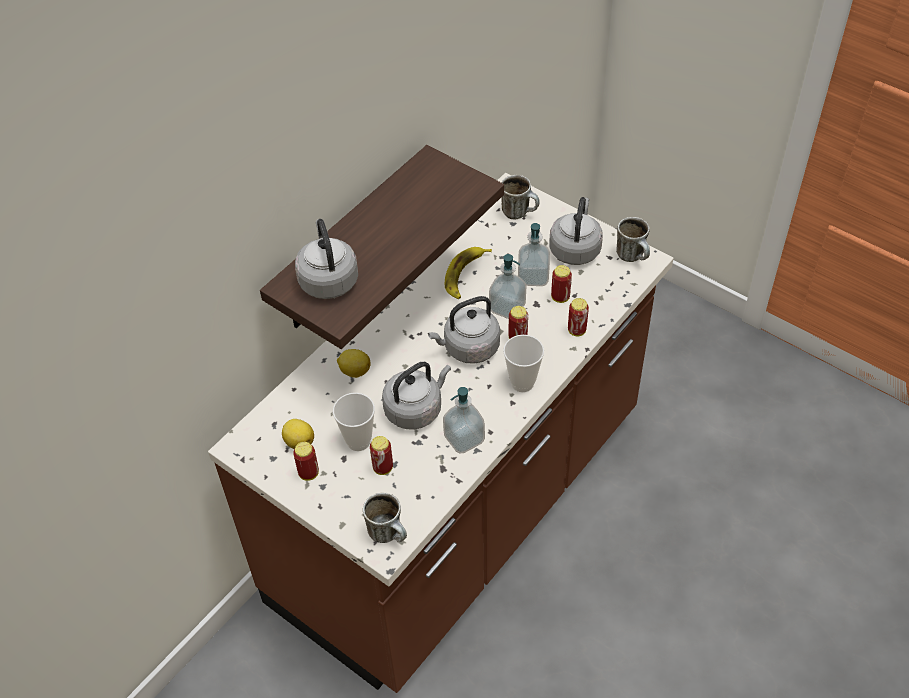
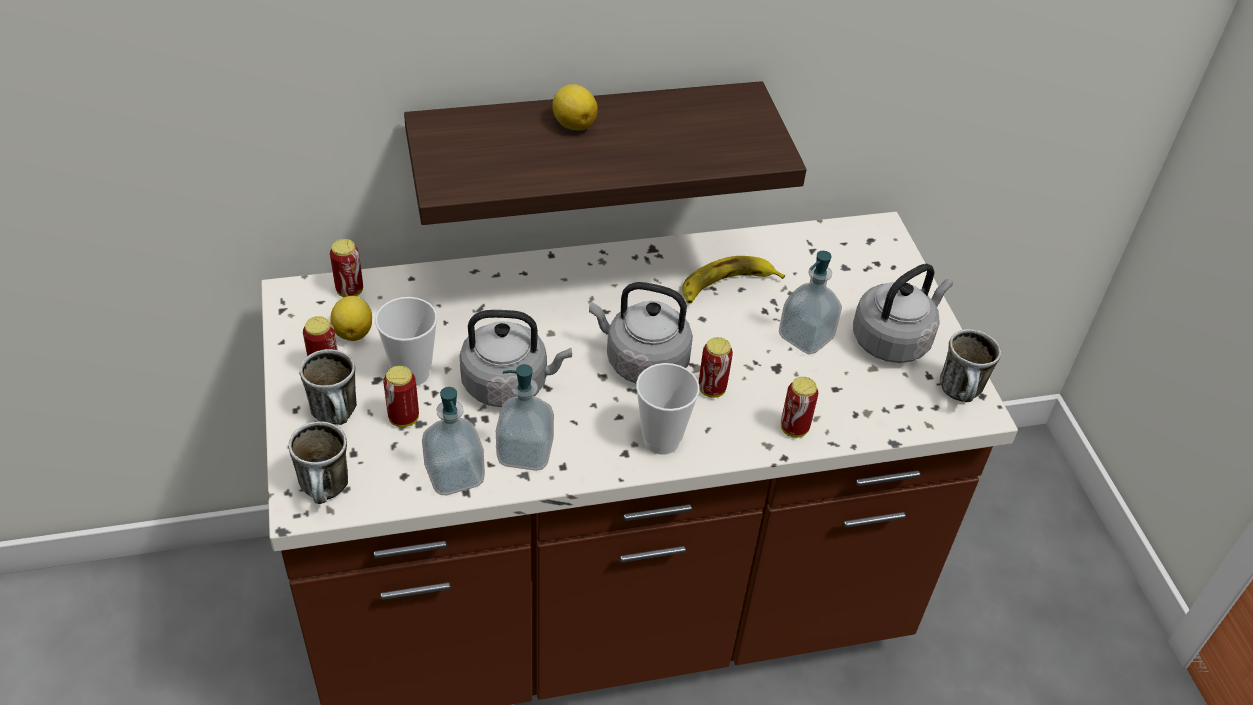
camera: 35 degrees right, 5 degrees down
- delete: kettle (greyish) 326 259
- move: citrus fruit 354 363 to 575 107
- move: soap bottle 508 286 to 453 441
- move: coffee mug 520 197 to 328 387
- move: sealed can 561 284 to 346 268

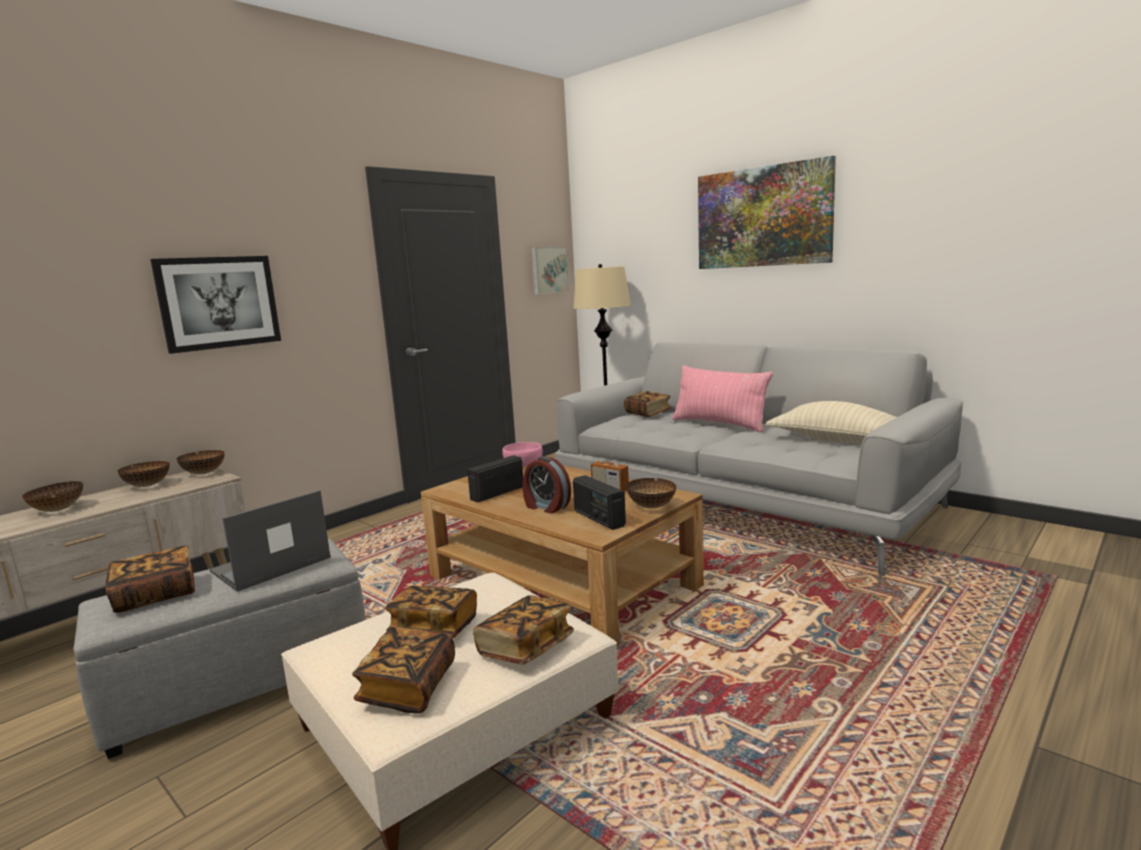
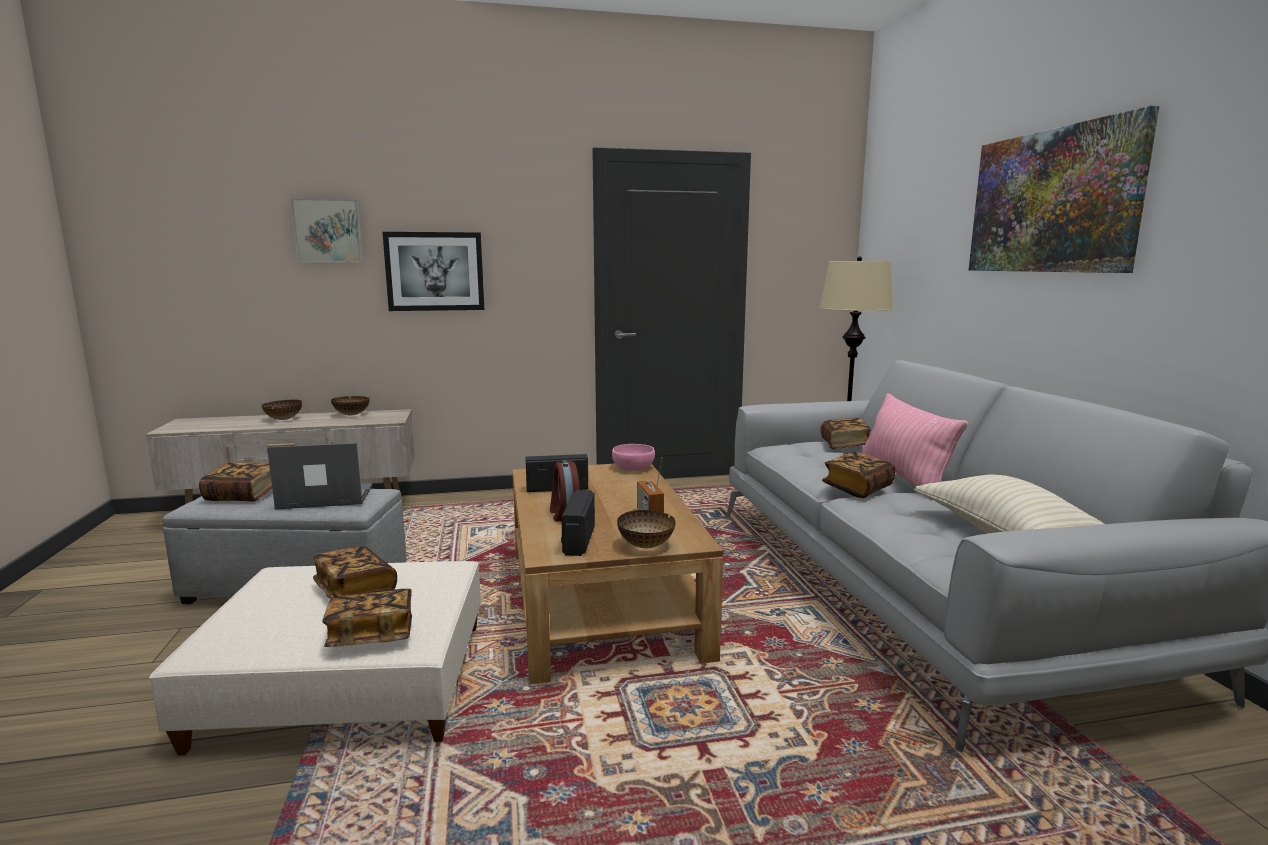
camera: 35 degrees right, 0 degrees up
- delete: bowl 200 462
- move: book 403 670 to 858 475
- move: wall picture 550 271 to 327 230

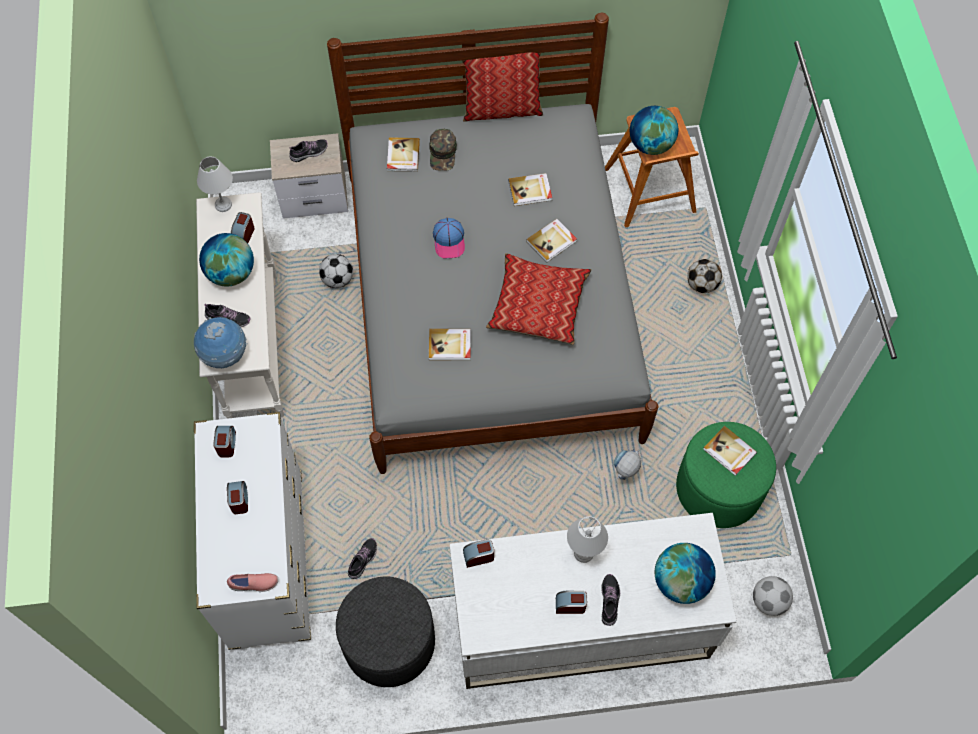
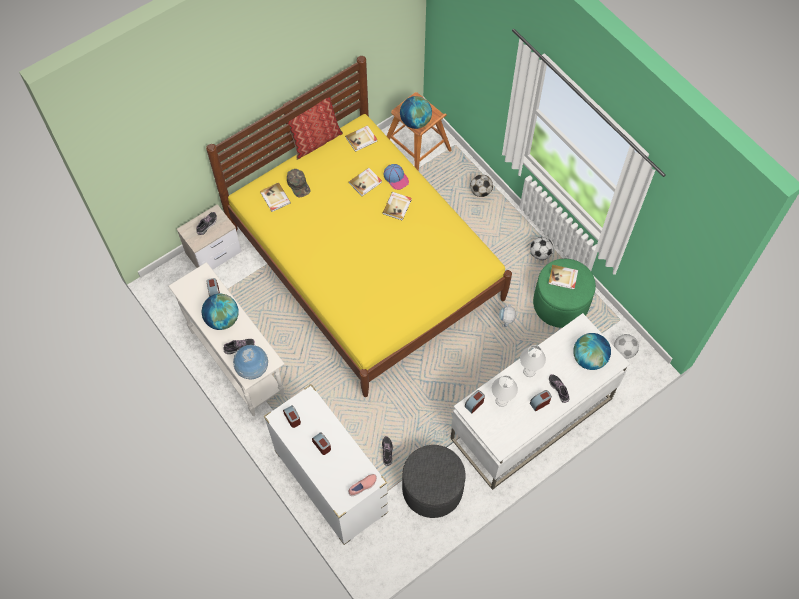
camera: 30 degrees left, 0 degrees up
- move: table lamp (whitish) 215 184 to 505 391
- move: football ball 336 271 to 542 248
- recolor: bedroom bed (greyish) 492 243 to bedroom bed (yellow) 359 226
- move: book 450 344 to 361 138
- move: cap 449 238 to 396 177
- delete: throw pillow 539 299

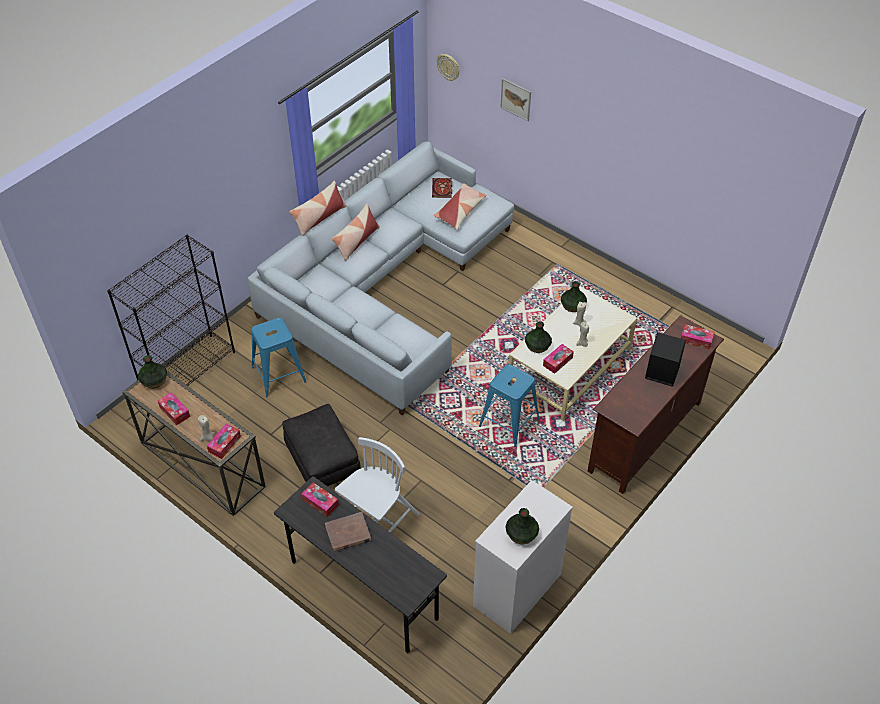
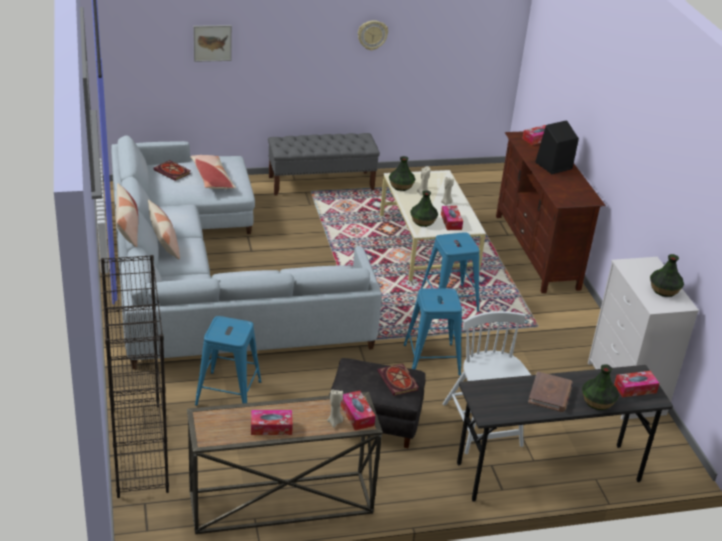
camera: 55 degrees left, 15 degrees down
- move: decorative vase 152 371 to 600 387
- move: tissue holder 320 499 to 637 384
- move: clock on the wall 448 67 to 373 35
- insert: bench (greyish) 324 164
- insert: book 398 380
- insert: sitting stool (blue-coloured) 432 332

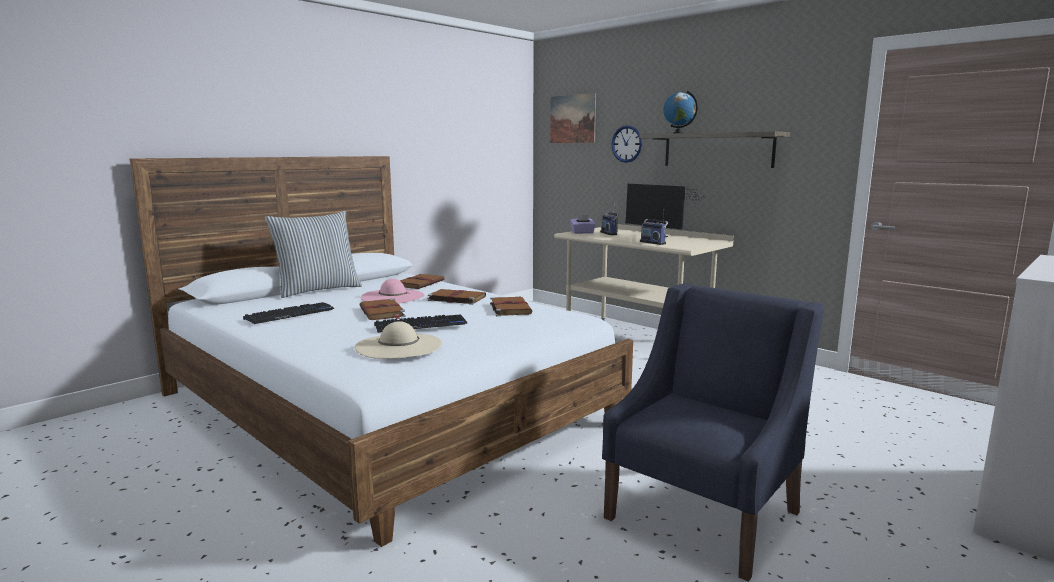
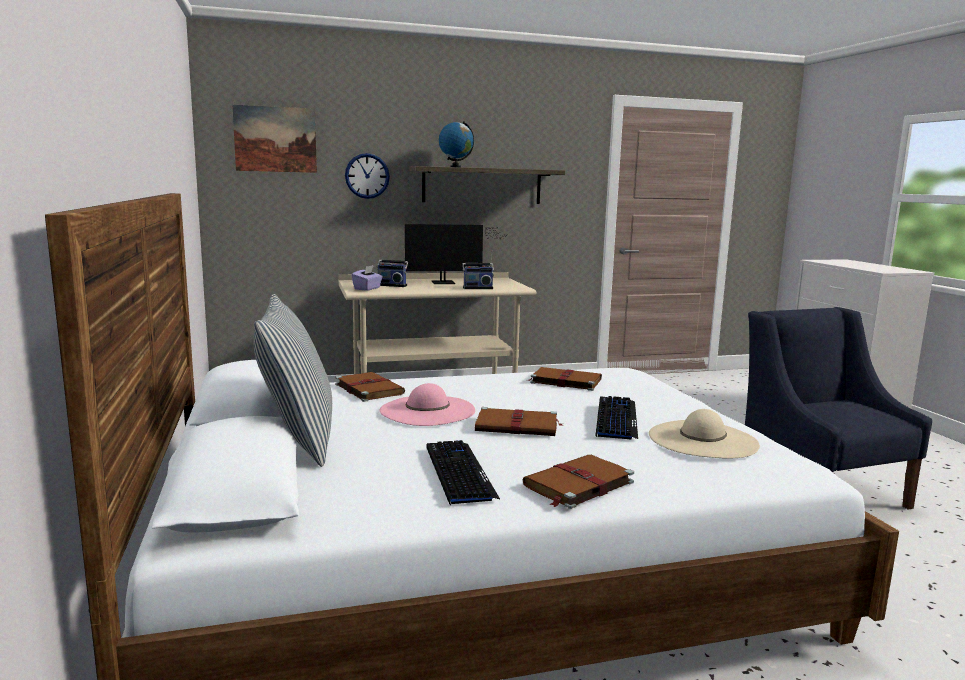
camera: 60 degrees left, 0 degrees up
- move: book (brownish) 457 297 to 578 482

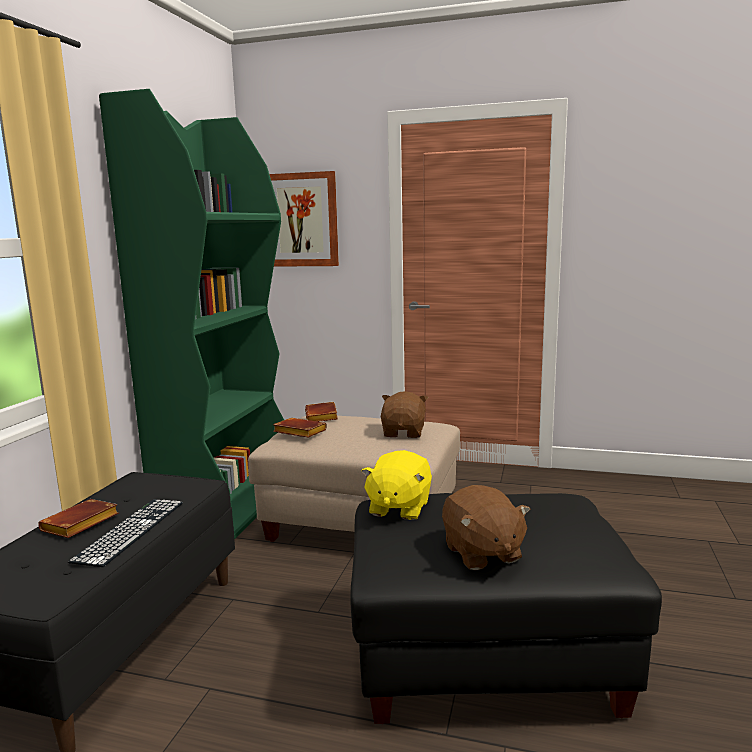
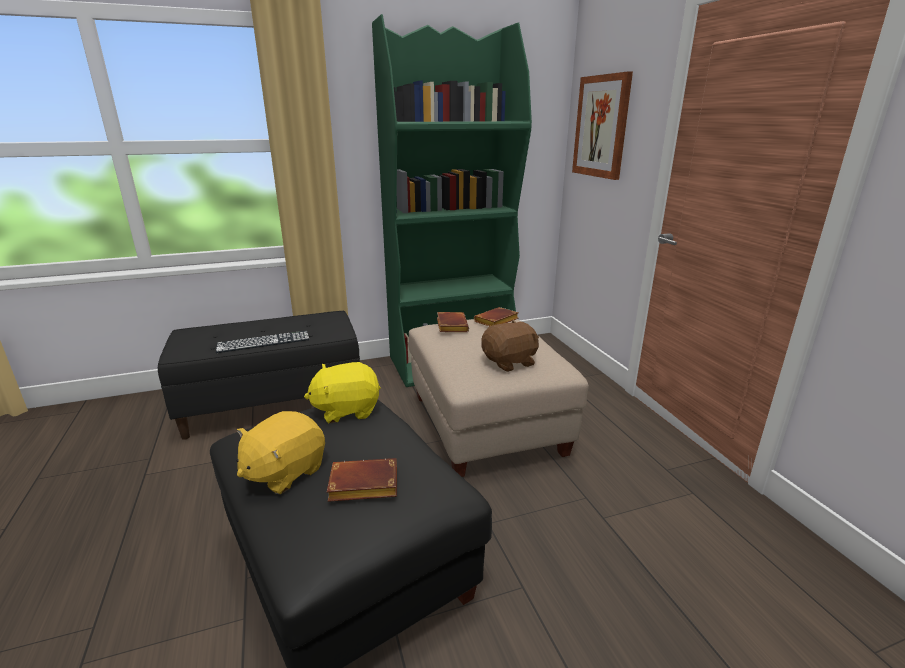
camera: 55 degrees right, 10 degrees up
- move: book (brownish) 78 518 to 362 480
- recolor: plush toy (brownish) 486 527 to plush toy (yellow) 280 452

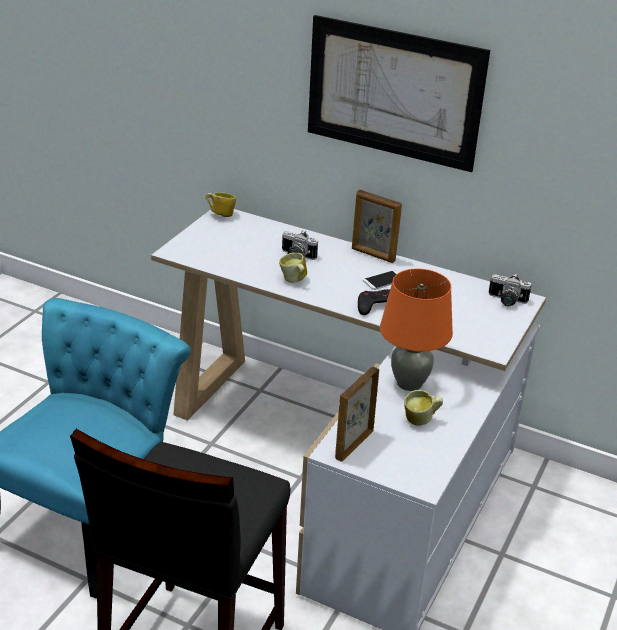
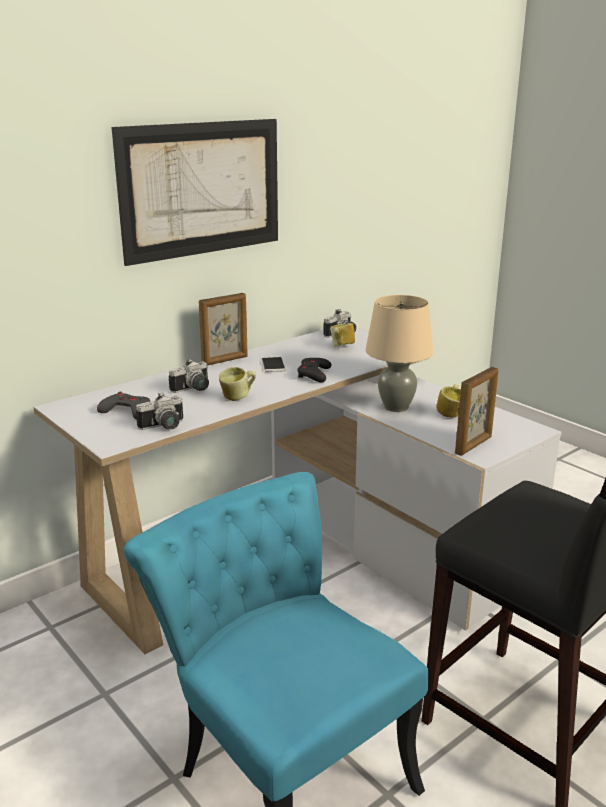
camera: 65 degrees left, 10 degrees down
- move: coffee mug 220 204 to 342 334
- rotate: standing frame 357 414 = 476 411 105 degrees counterclockwise
- recolor: table lamp (orangey) 416 330 to table lamp (beige-coloured) 399 353
- insert: gamepad (greyish) 123 406
- insert: still camera 159 411

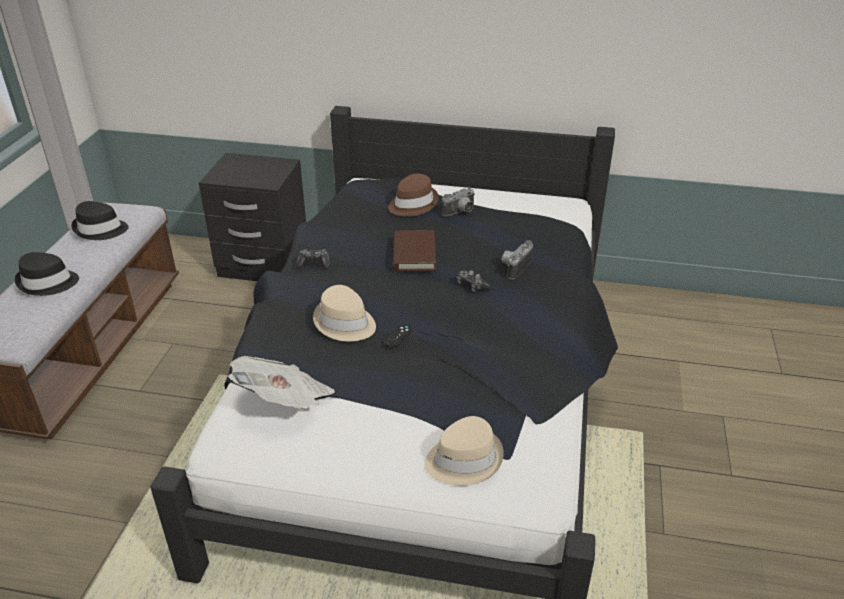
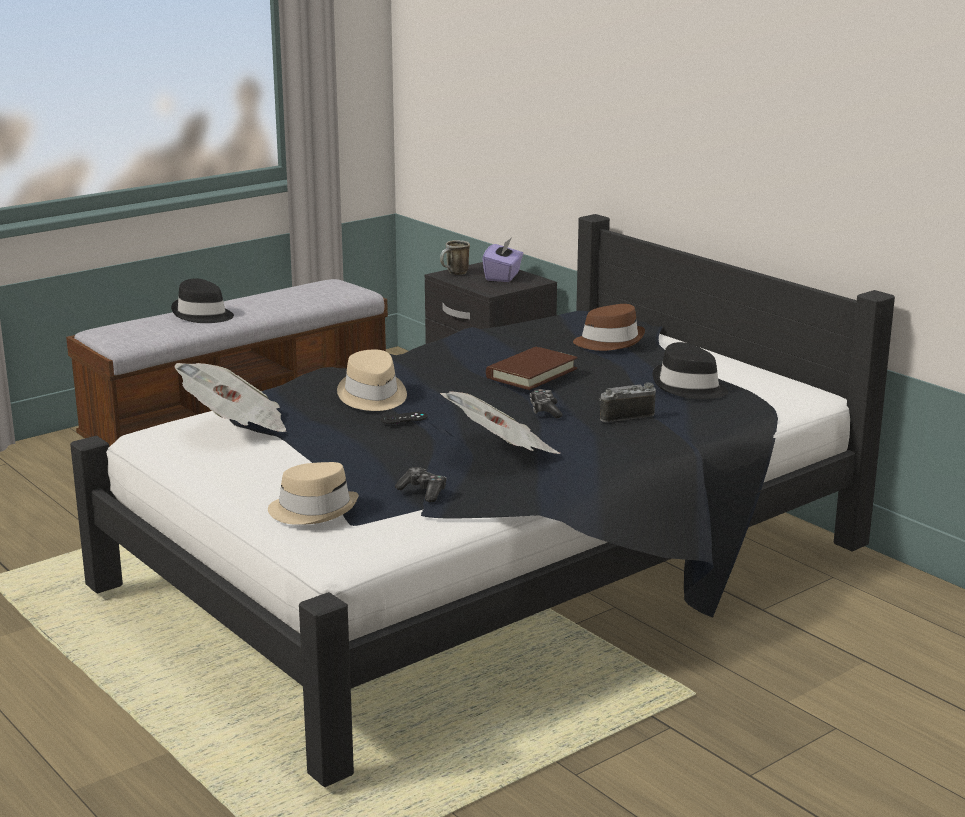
camera: 40 degrees right, 15 degrees down
- move: hat (black-coloured) 100 220 to 690 370
- move: gamepad 313 258 to 420 484
- delete: still camera 458 202
- insert: coffee mug 455 257
- insert: printed paper 500 422
- insert: tissue holder (purplish) 502 259

